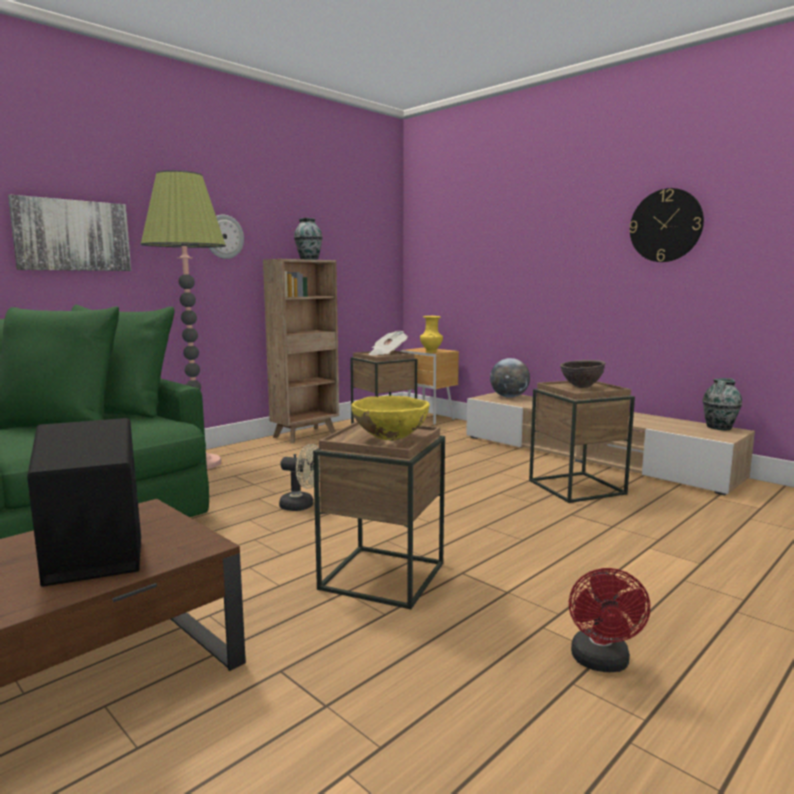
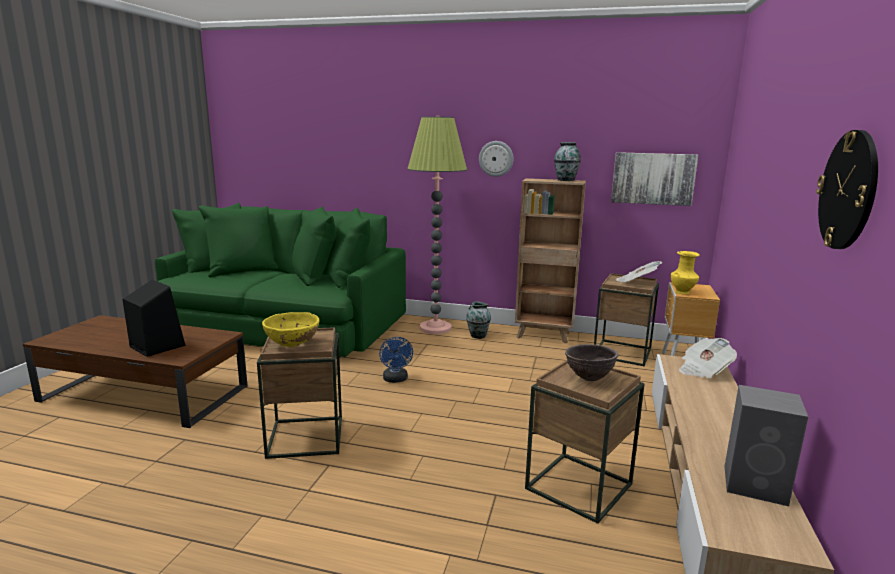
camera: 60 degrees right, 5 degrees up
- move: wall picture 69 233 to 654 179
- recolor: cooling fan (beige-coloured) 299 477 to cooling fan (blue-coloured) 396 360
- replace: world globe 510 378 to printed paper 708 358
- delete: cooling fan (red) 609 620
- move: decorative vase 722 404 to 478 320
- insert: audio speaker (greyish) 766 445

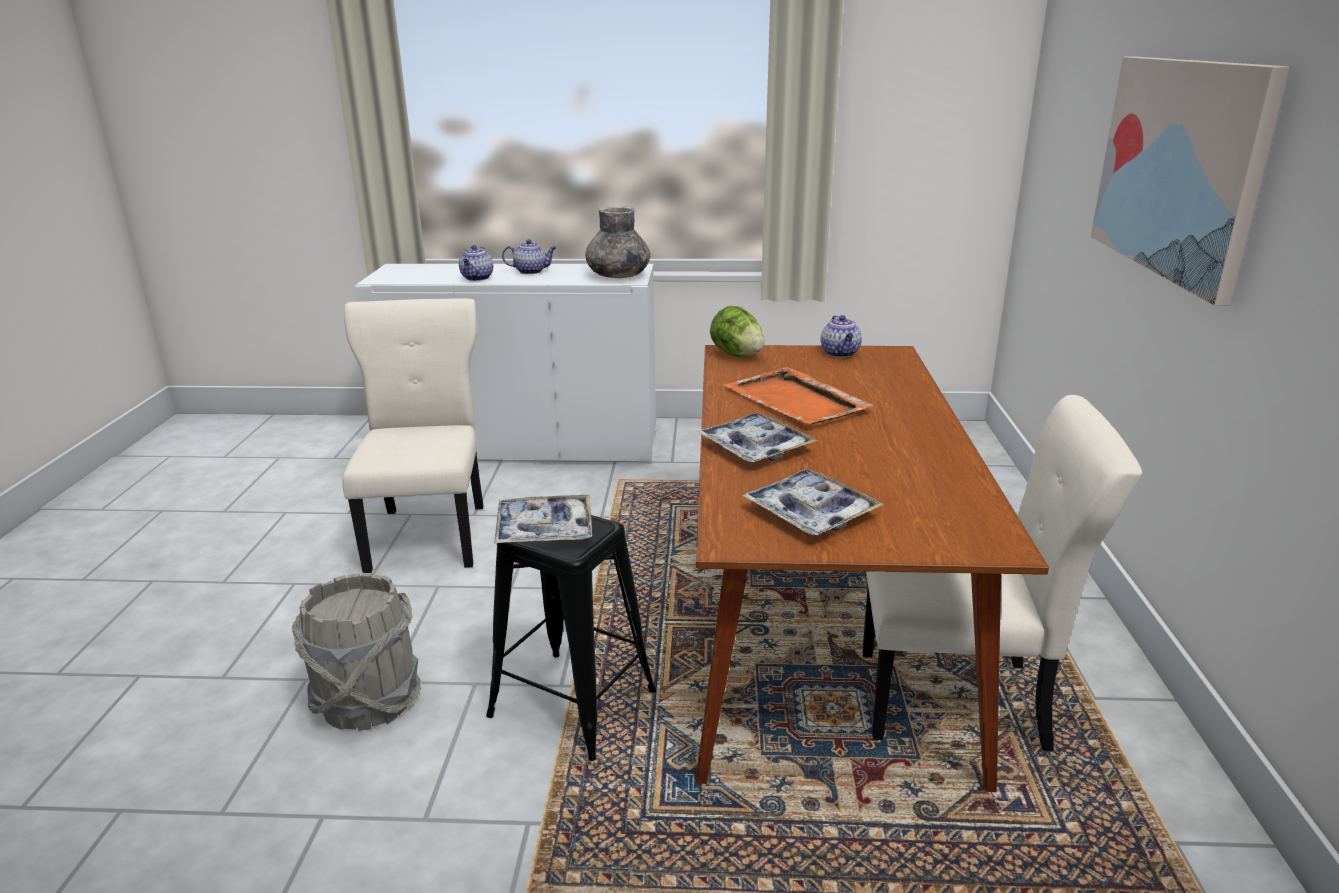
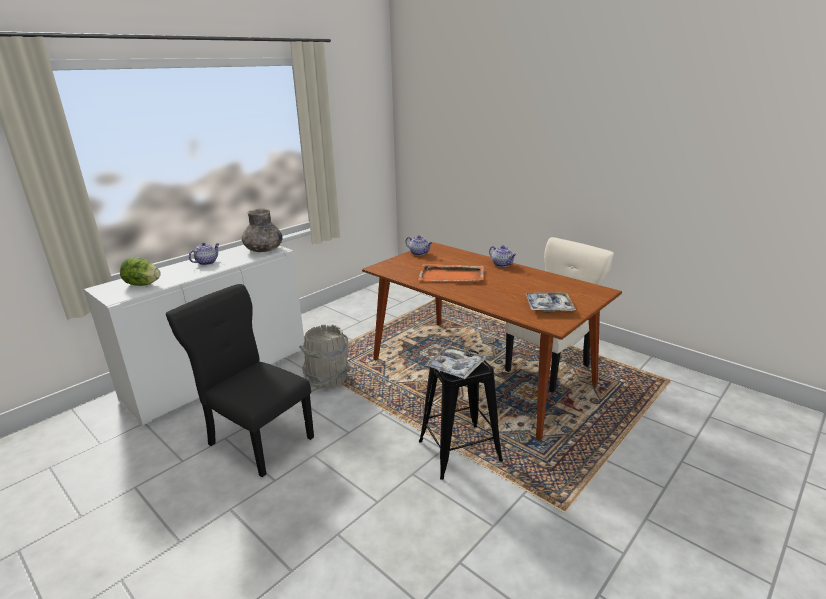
camera: 50 degrees left, 0 degrees up
- move: water bucket (greyish) 356 652 to 325 356
- recolor: plain chair (beige-coloured) 413 435 to plain chair (black-coloured) 240 380
- move: pot for tea 476 263 to 502 256
- delete: tray 757 438
- move: head of lettuce 737 331 to 140 271
- delete: wall picture 1190 181

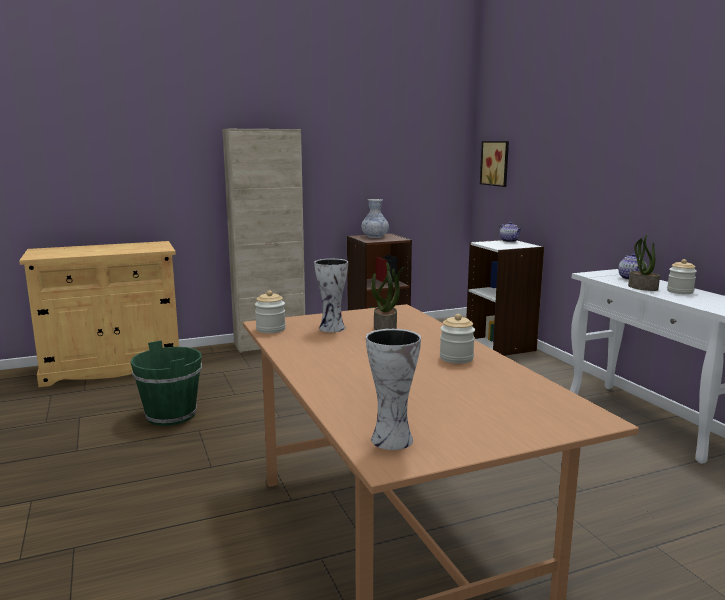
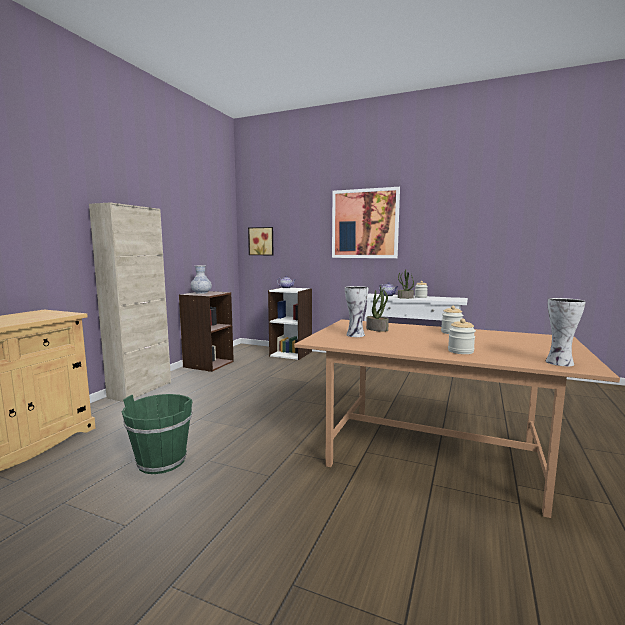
camera: 45 degrees left, 5 degrees down
- move: preserve jar 270 311 to 462 336
- insert: wall picture 366 222

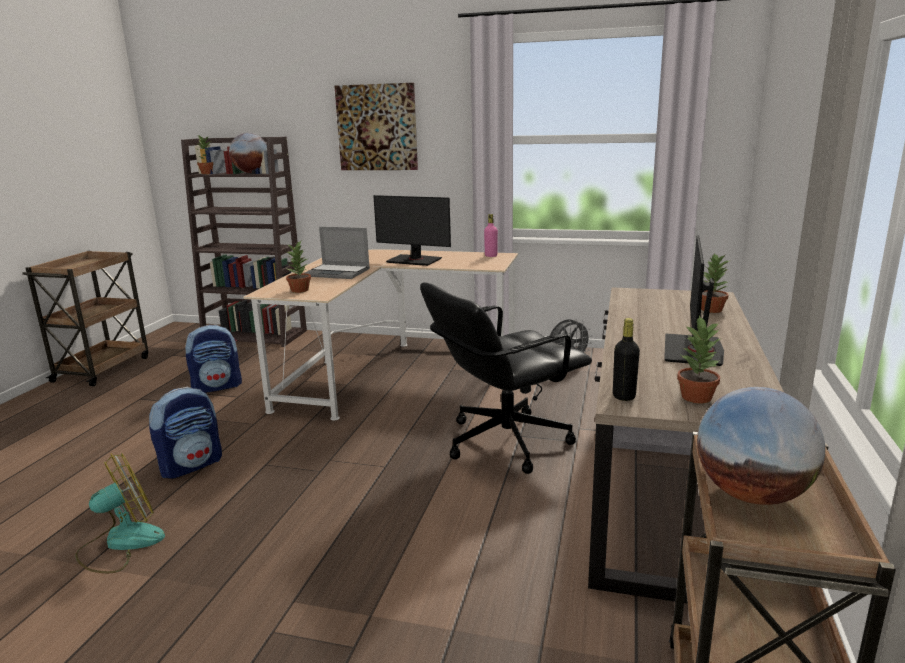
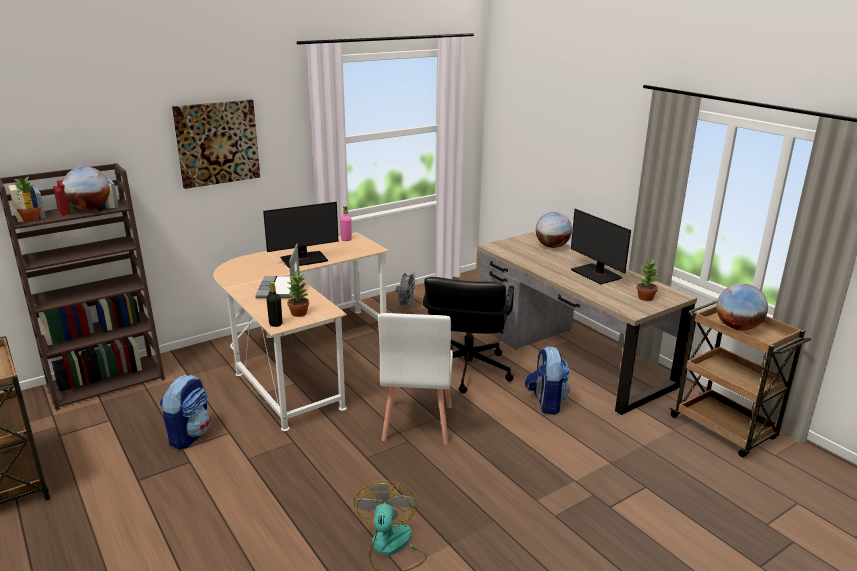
camera: 50 degrees left, 5 degrees up
- move: backpack 185 433 to 547 380
- rotate: laptop 337 253 = 277 270 120 degrees clockwise
- move: drink bottle (black-coloured) 626 359 to 274 304
- replace: houseplant 716 283 to world globe 554 230
- insert: plain chair (whitish) 415 379

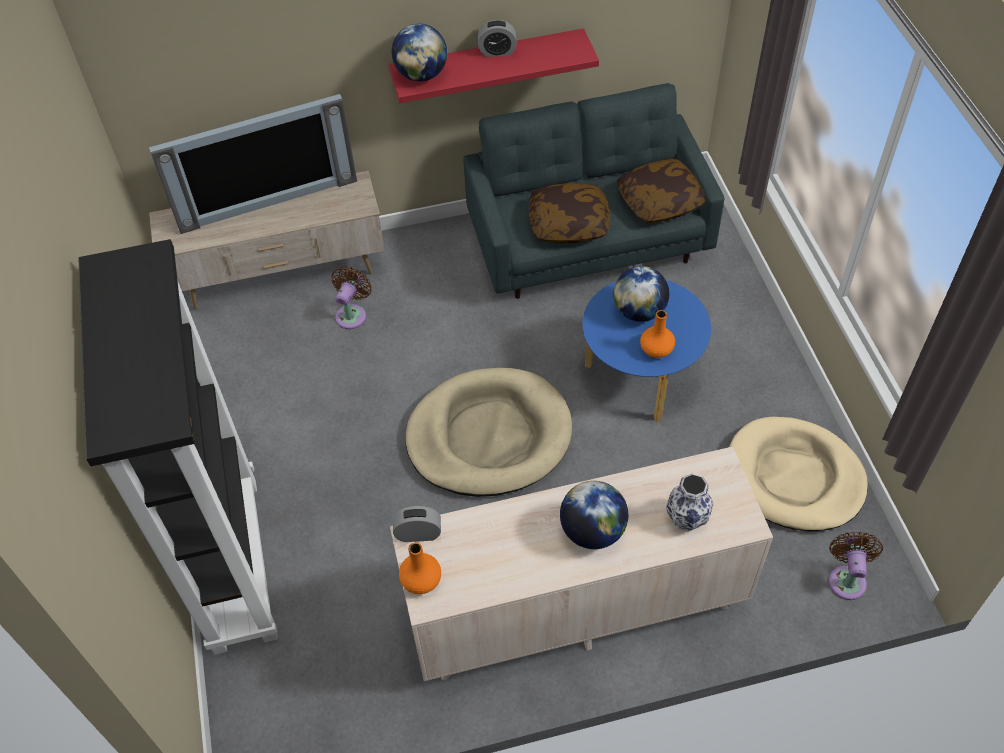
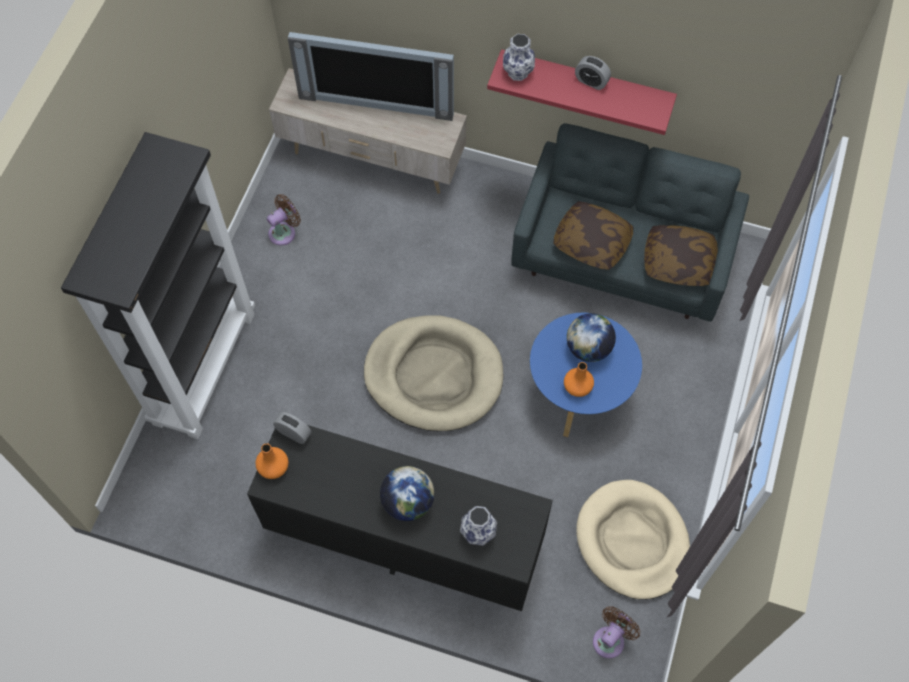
camera: 30 degrees right, 10 degrees up
- move: cooling fan (brownish) 351 297 to 284 220
- recolor: chest of drawers (beige-coloured) 581 563 to chest of drawers (black-coloured) 400 518
- replace: world globe 419 52 to decorative vase 519 57

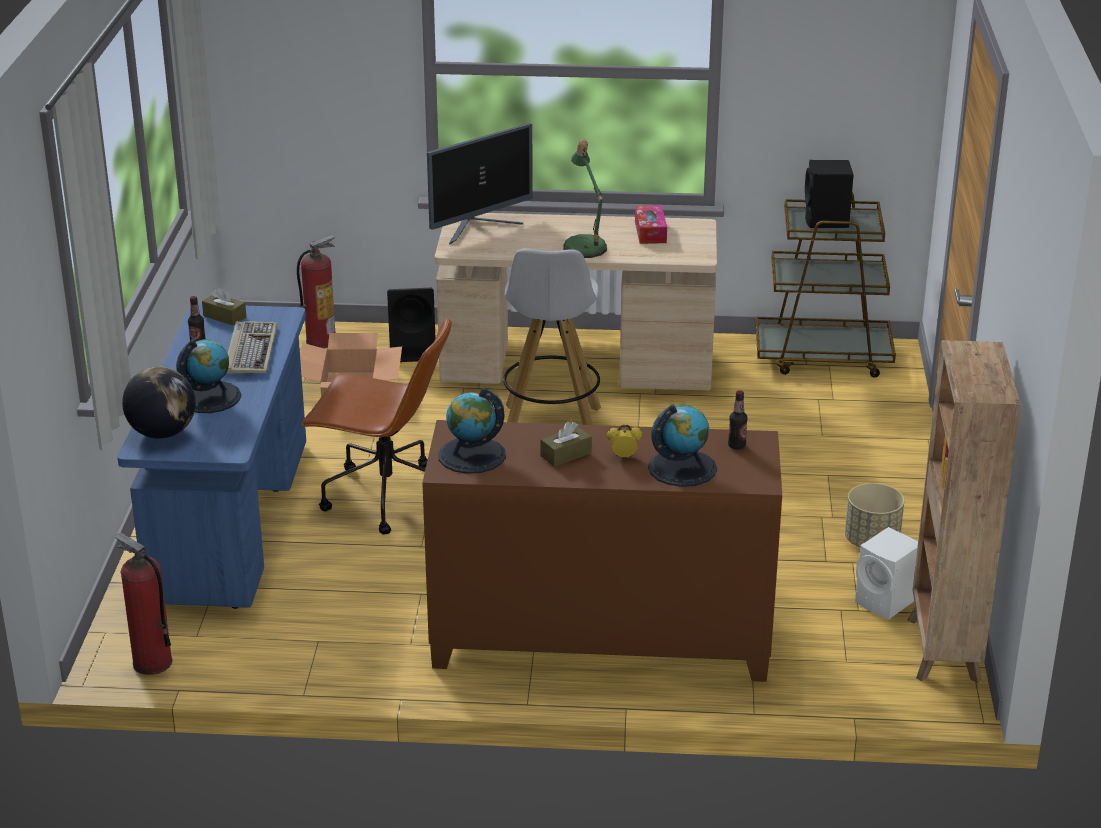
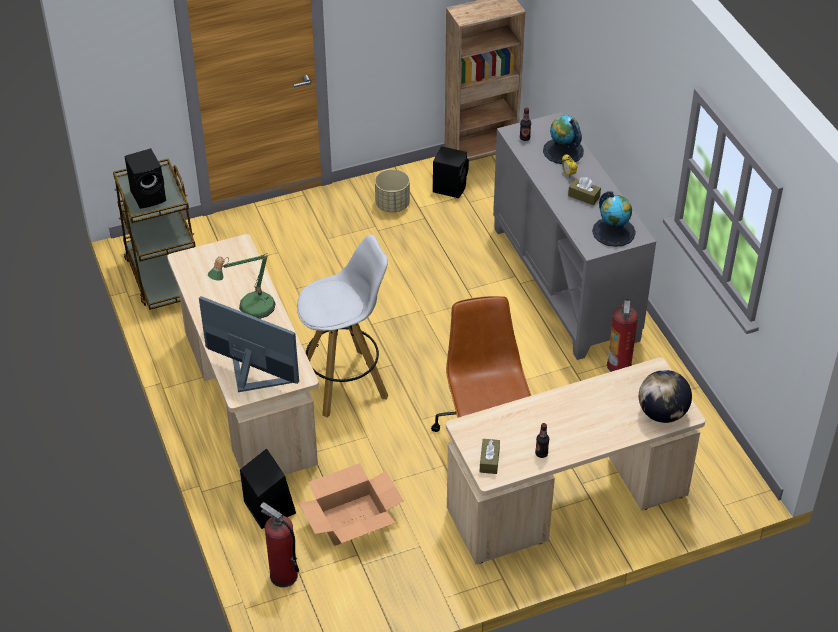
camera: 115 degrees left, 15 degrees up
- move: fire extinguisher 144 604 to 622 335
- recolor: desk unit (blue-coloured) 211 456 to desk unit (beige-coloured) 575 460
- delete: world globe 208 376
- delete: PC keyboard 252 347
- recolor: storage cabinet (brownish) 602 551 to storage cabinet (greyish) 574 236
- delete: tissue holder 651 224
- recolor: audio speaker (whitish) 886 573 to audio speaker (black-coloured) 451 172

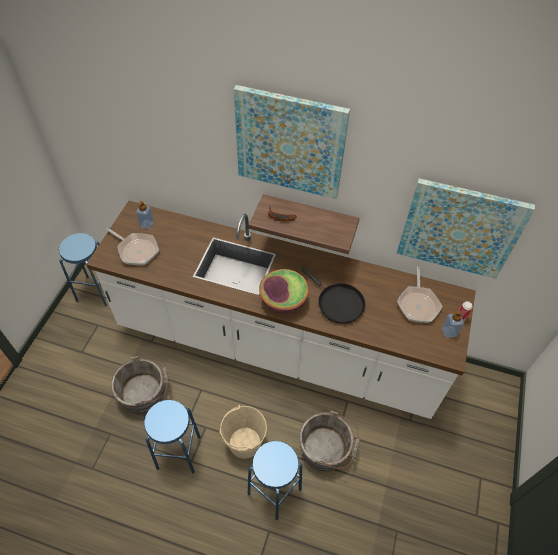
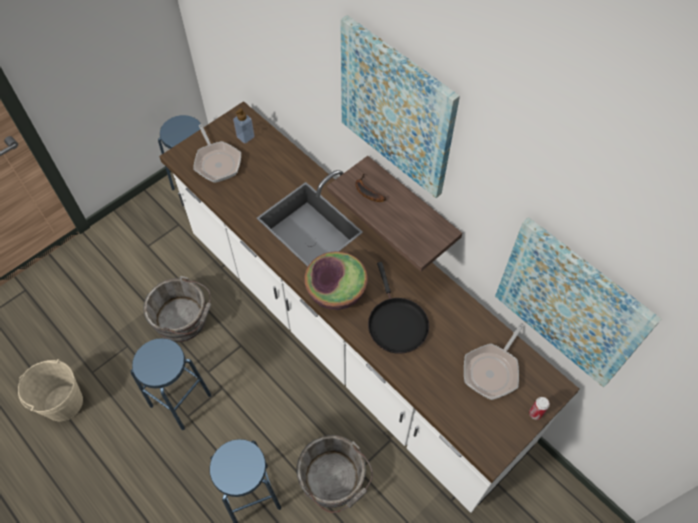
camera: 30 degrees right, 5 degrees up
- move: water bucket (beige-coloured) 243 432 to 50 390
- delete: soap bottle 453 324

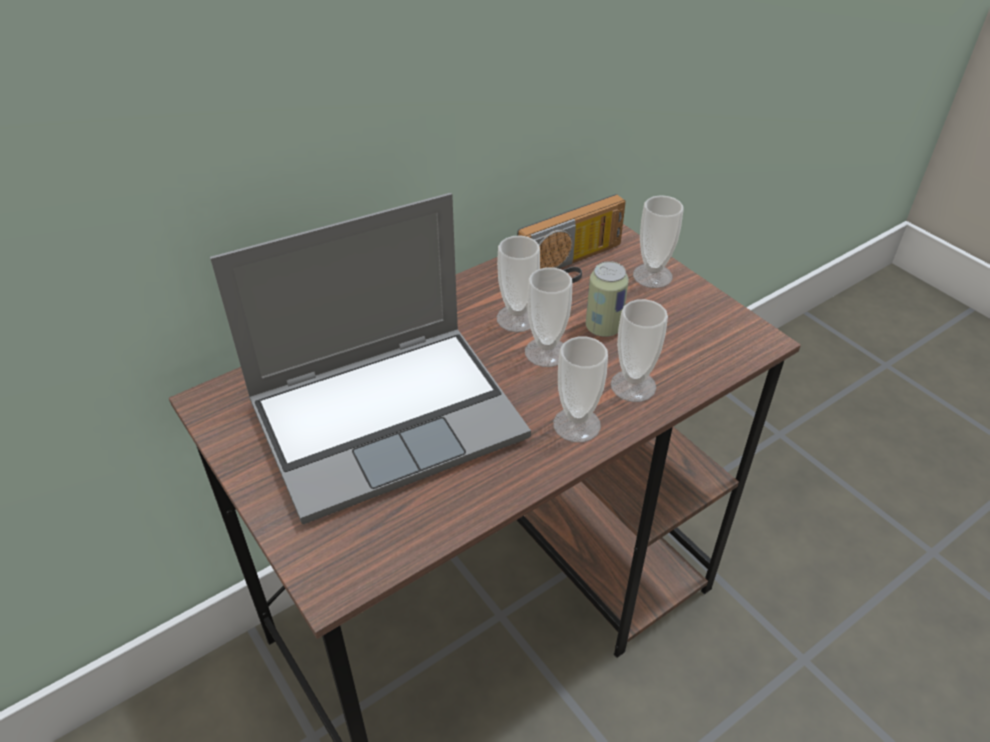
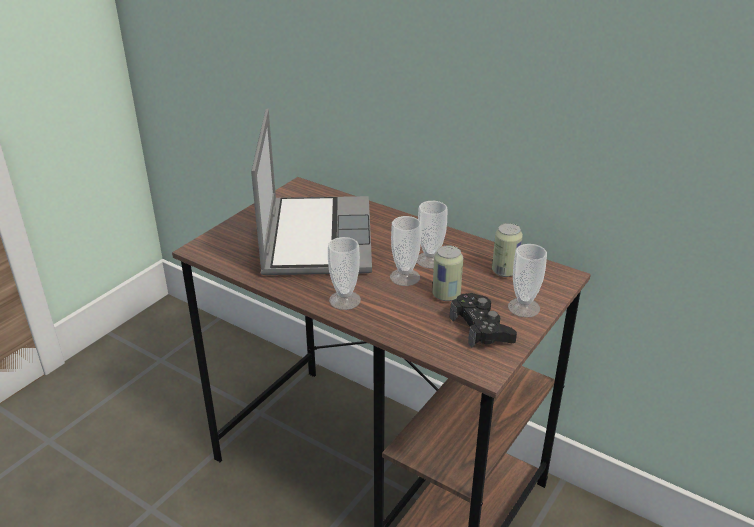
camera: 70 degrees right, 10 degrees down
- rotate: laptop 370 358 = 311 192 135 degrees counterclockwise
- replace: radio receiver 571 238 to sealed can 507 250
- delete: drinking cup 639 350
- insert: gamepad (black-coloured) 483 320

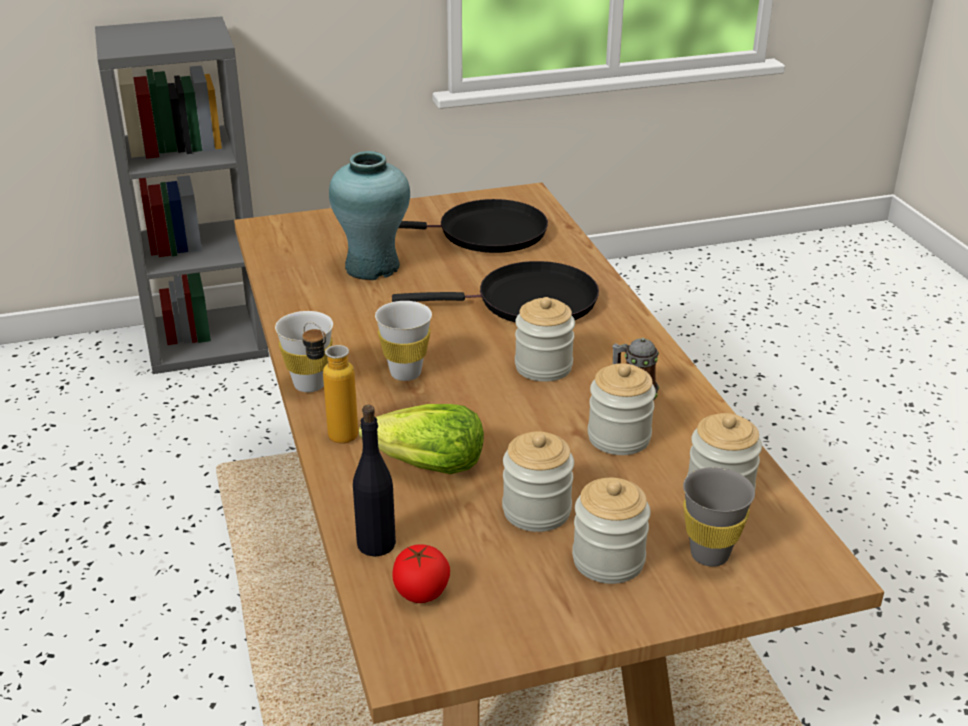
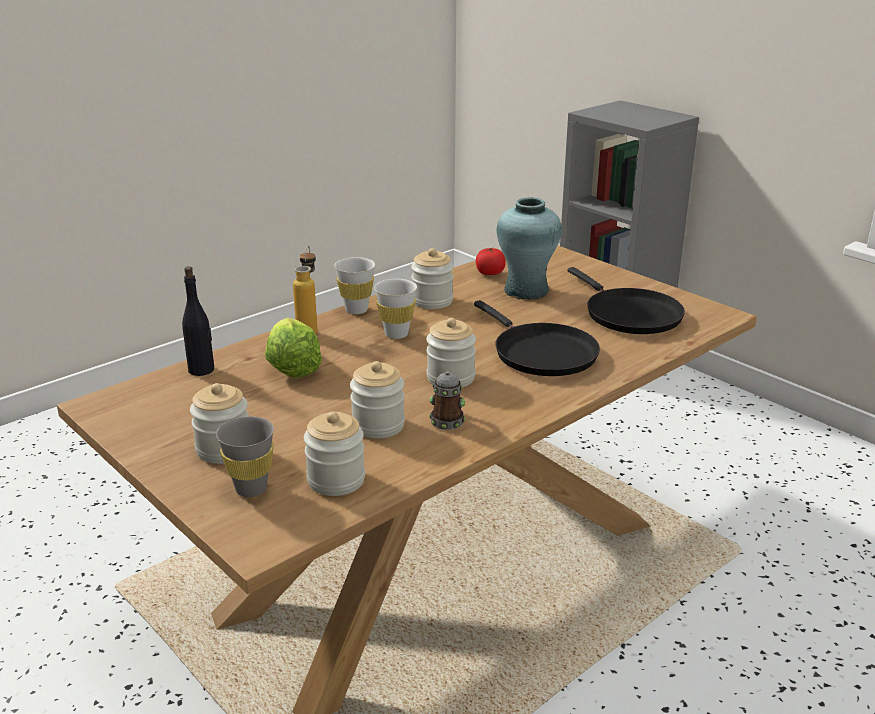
camera: 65 degrees right, 5 degrees down
- move: whole tomato 421 573 to 491 261
- move: preserve jar 538 481 to 432 278

